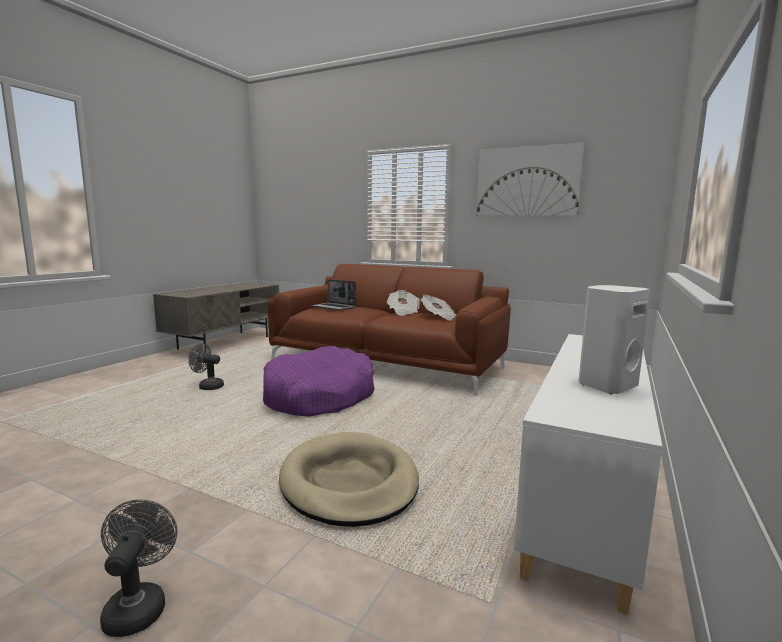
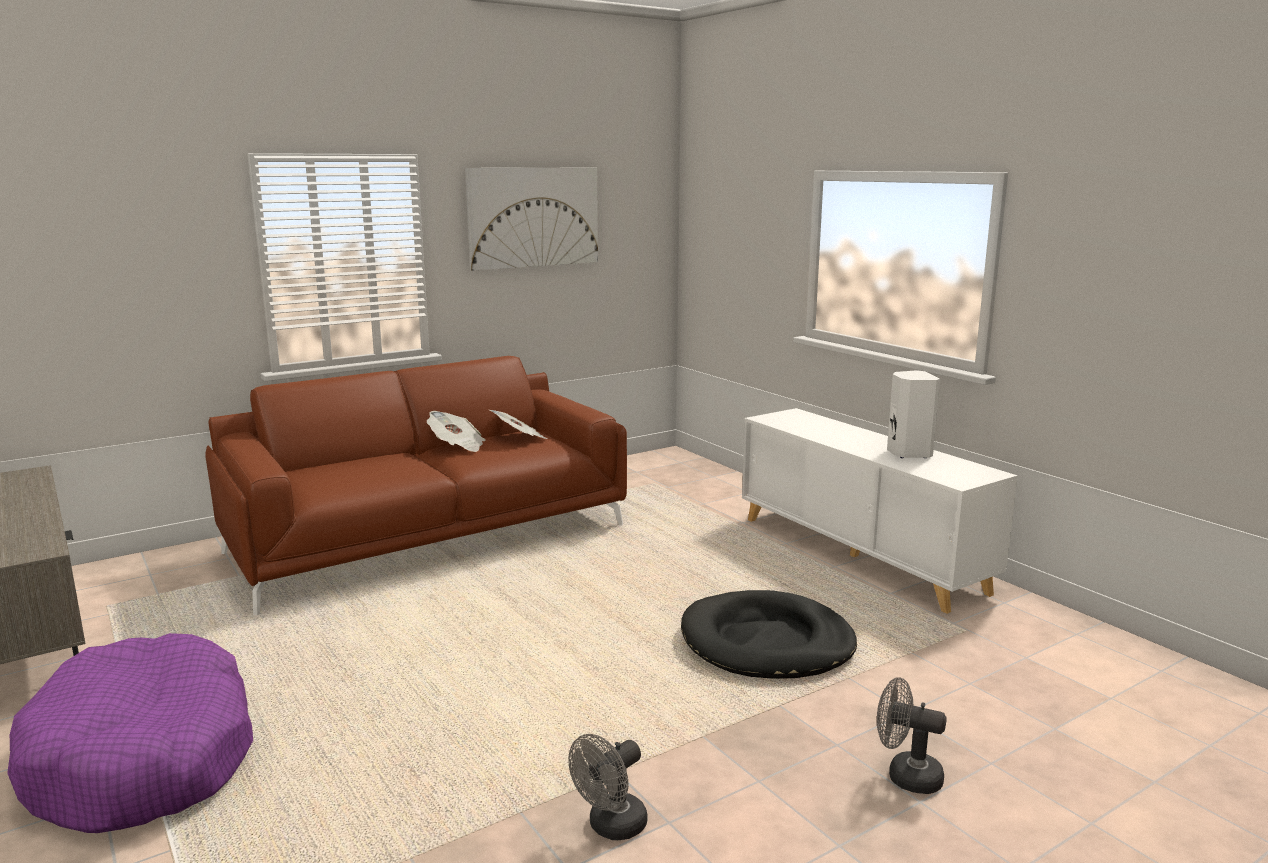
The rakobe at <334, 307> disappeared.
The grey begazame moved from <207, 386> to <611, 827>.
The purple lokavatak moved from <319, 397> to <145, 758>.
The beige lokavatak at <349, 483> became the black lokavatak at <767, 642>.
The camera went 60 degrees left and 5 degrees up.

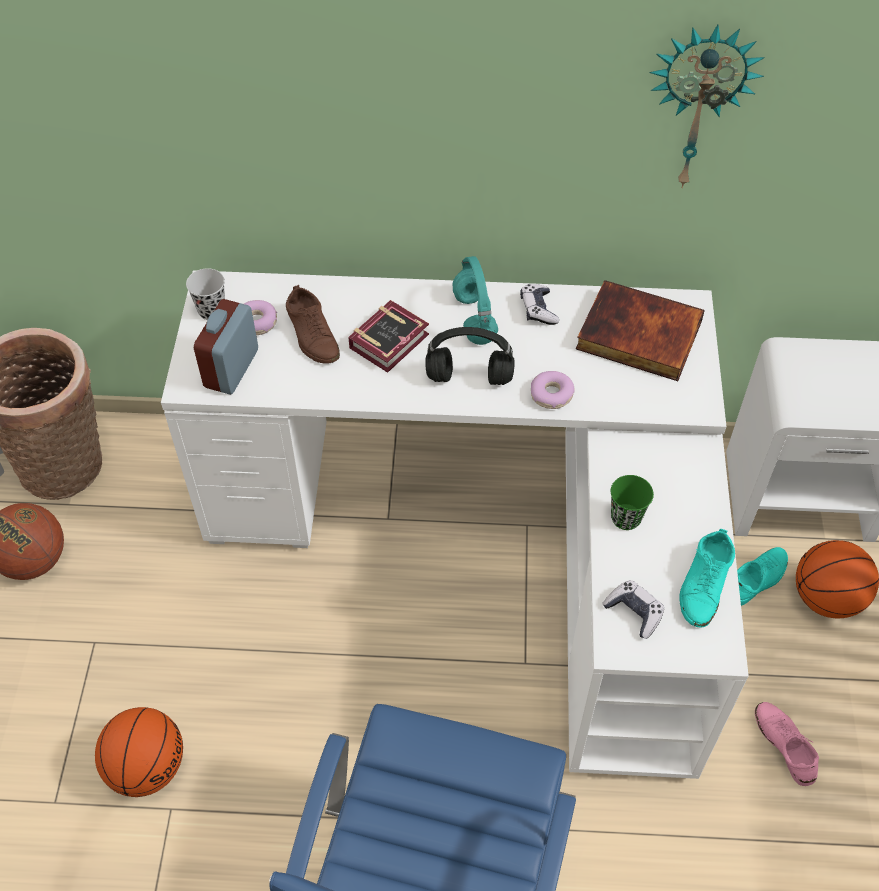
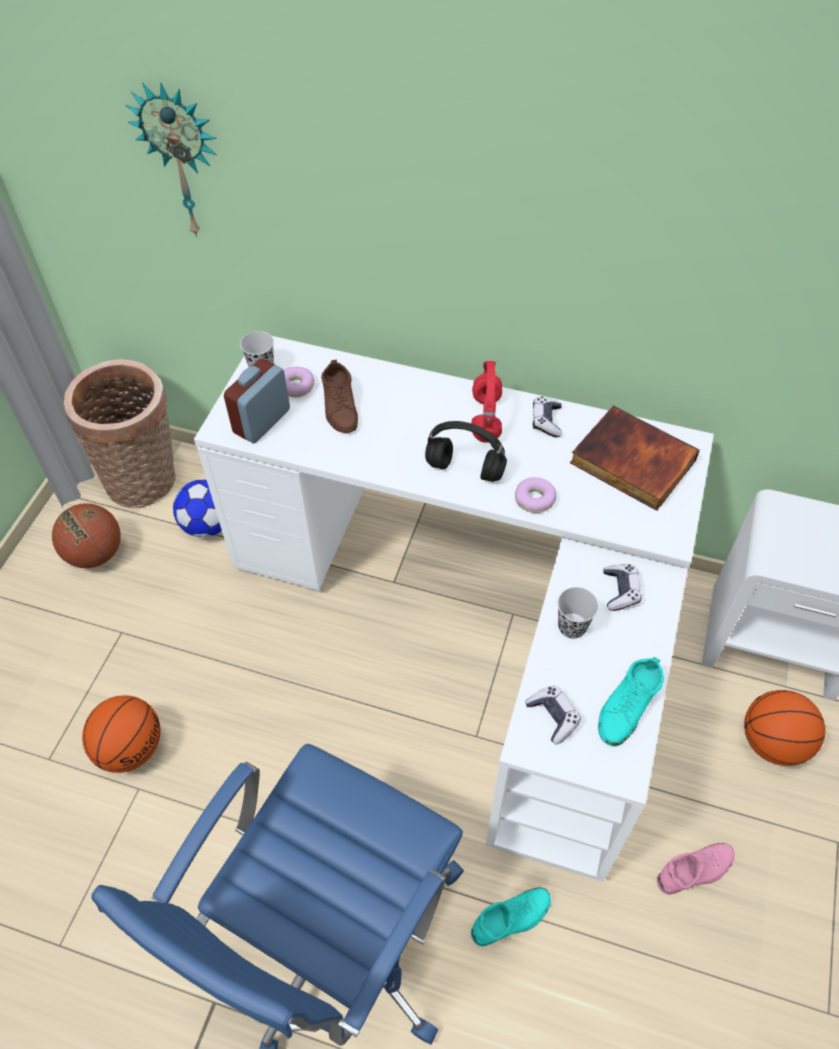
The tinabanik moved from <697, 105> to <183, 161>.
The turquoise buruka at <473, 317> became the red buruka at <485, 417>.
The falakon at <392, 340> disappeared.
The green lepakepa at <626, 518> became the black lepakepa at <572, 627>.
The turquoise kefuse moved from <757, 579> to <511, 918>.
The pink kefuse at <784, 744> turned 75 degrees clockwise.
The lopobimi at <208, 525> appeared.
The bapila at <620, 591> appeared.
The camera went 15 degrees right and 0 degrees up.

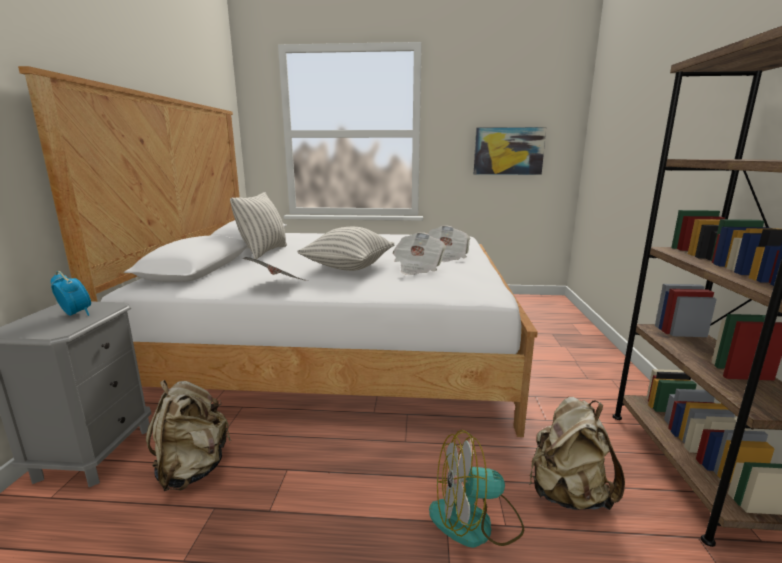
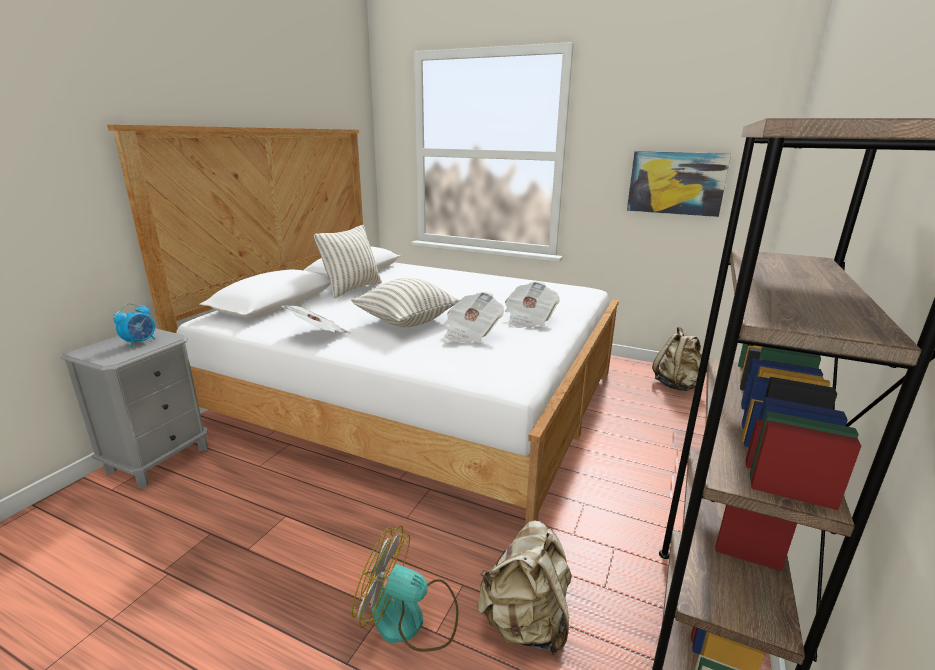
The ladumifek at <75, 314> turned 60 degrees clockwise.
The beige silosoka moved from <193, 469> to <677, 385>.
The camera went 20 degrees right and 5 degrees up.

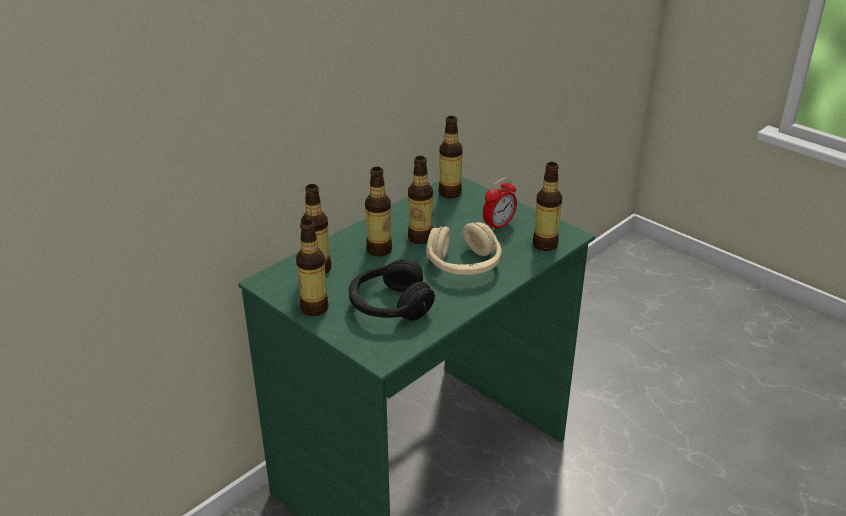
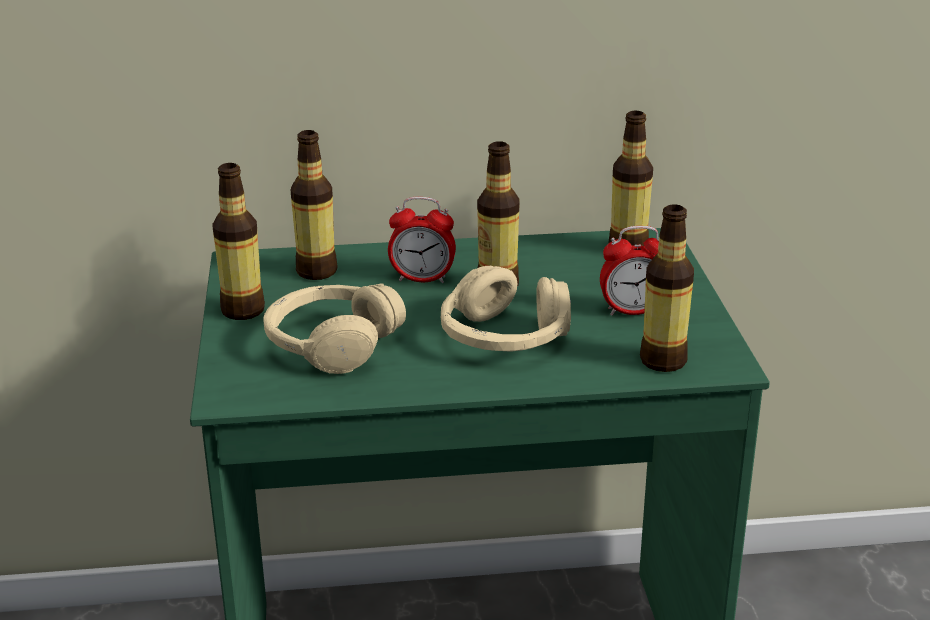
The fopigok at <379, 250> was replaced by the ladumifek at <422, 279>.
The black buruka at <389, 305> became the beige buruka at <331, 344>.
The camera went 40 degrees right and 5 degrees down.

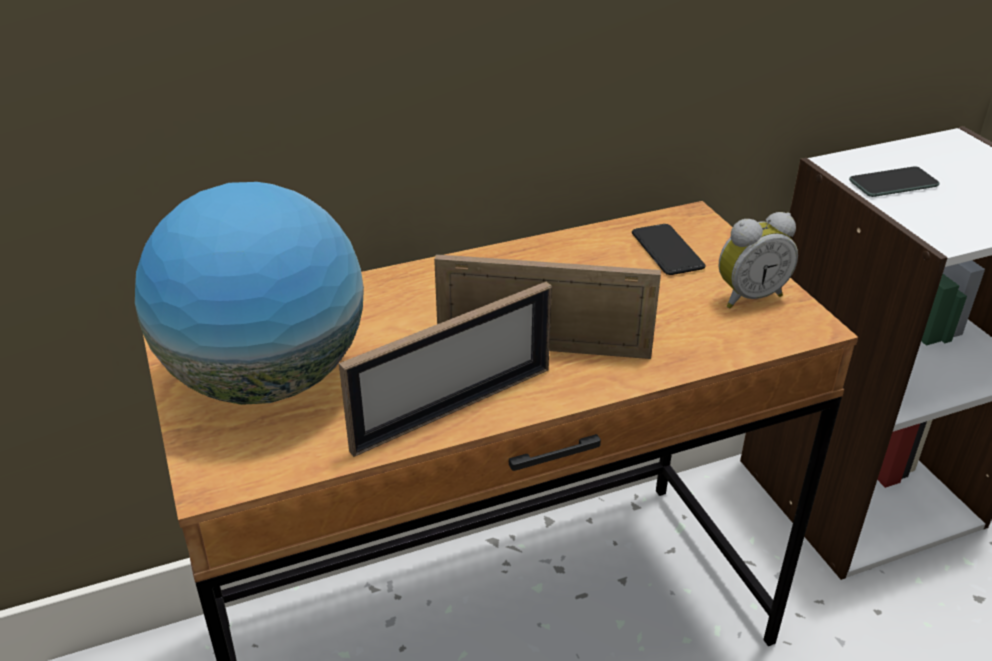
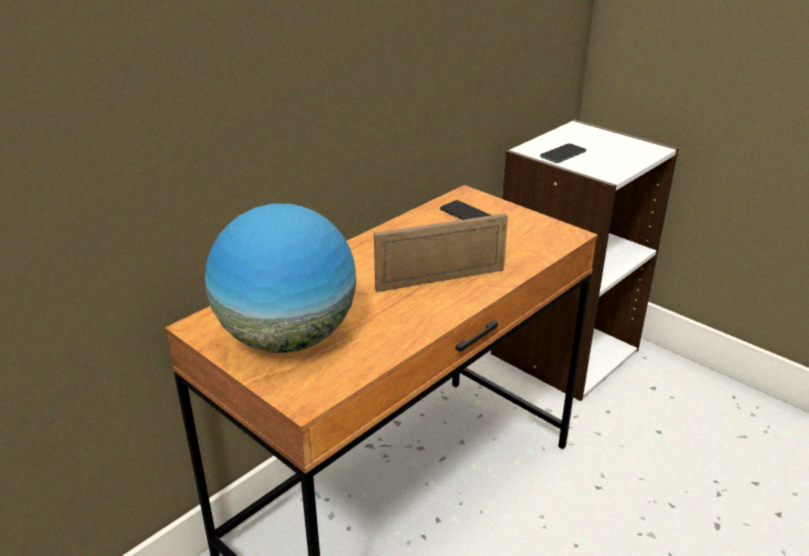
The ladumifek at <748, 296> disappeared.
The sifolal at <453, 408> disappeared.
The camera went 25 degrees left and 5 degrees down.

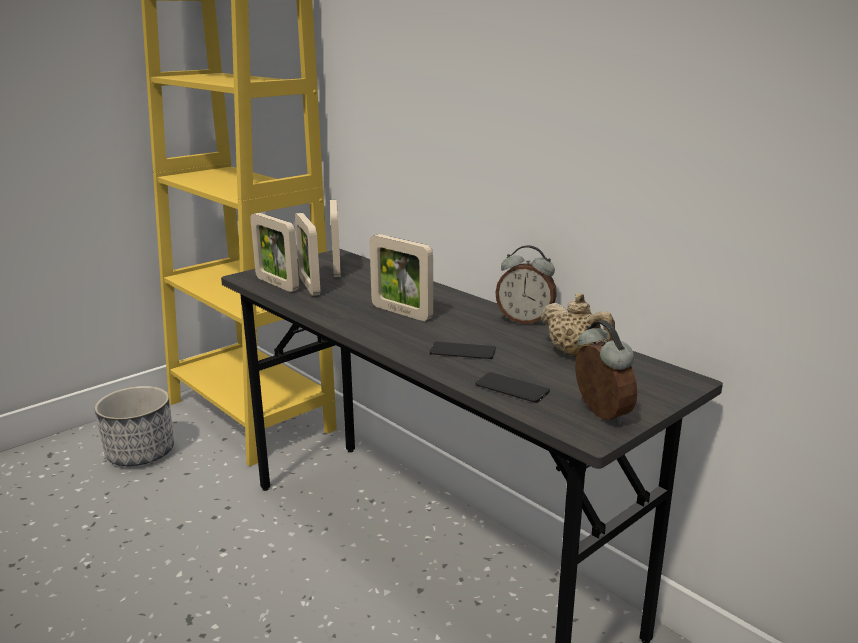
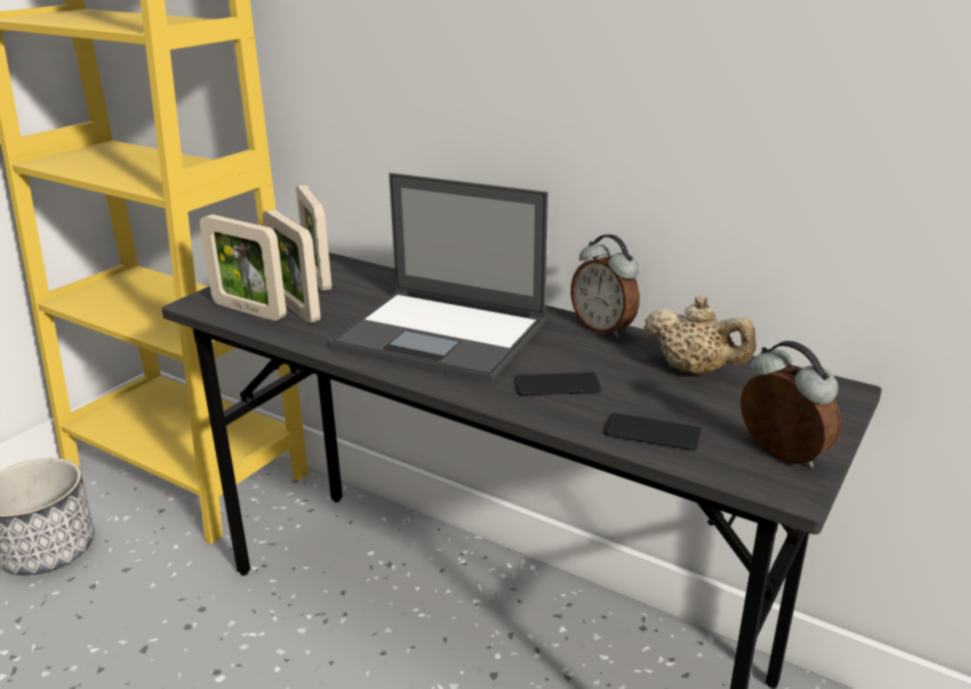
The sifolal at <401, 312> was replaced by the rakobe at <443, 335>.
The ladumifek at <525, 320> turned 45 degrees clockwise.
The camera went 15 degrees left and 5 degrees up.

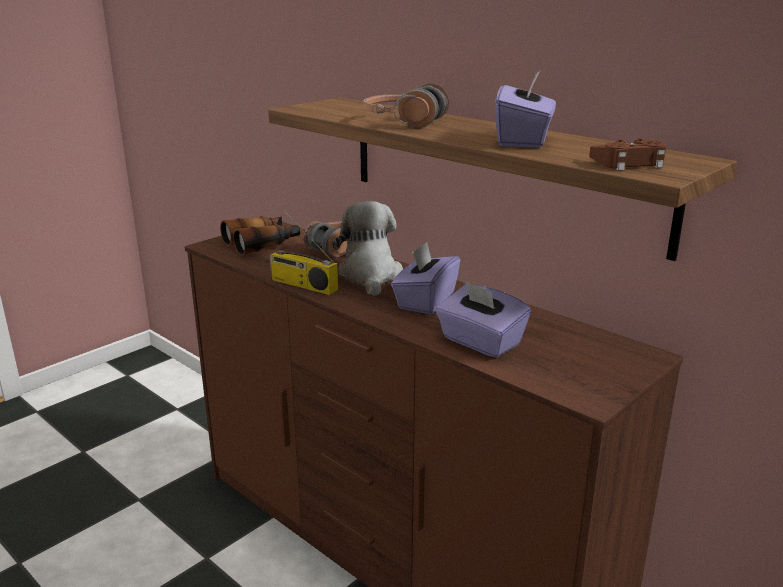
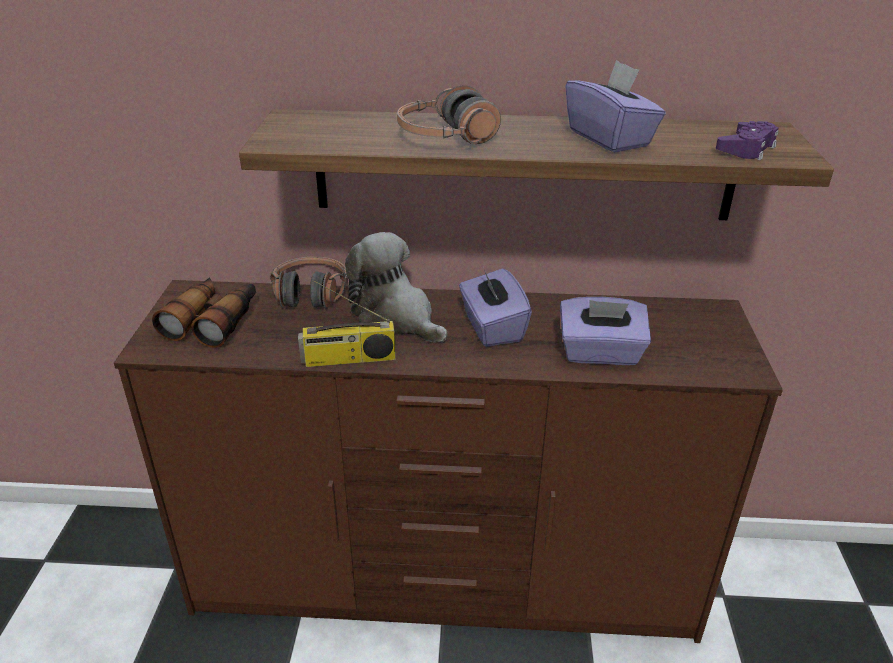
The brown bapila at <629, 163> became the purple bapila at <746, 148>.
The camera went 40 degrees left and 10 degrees up.

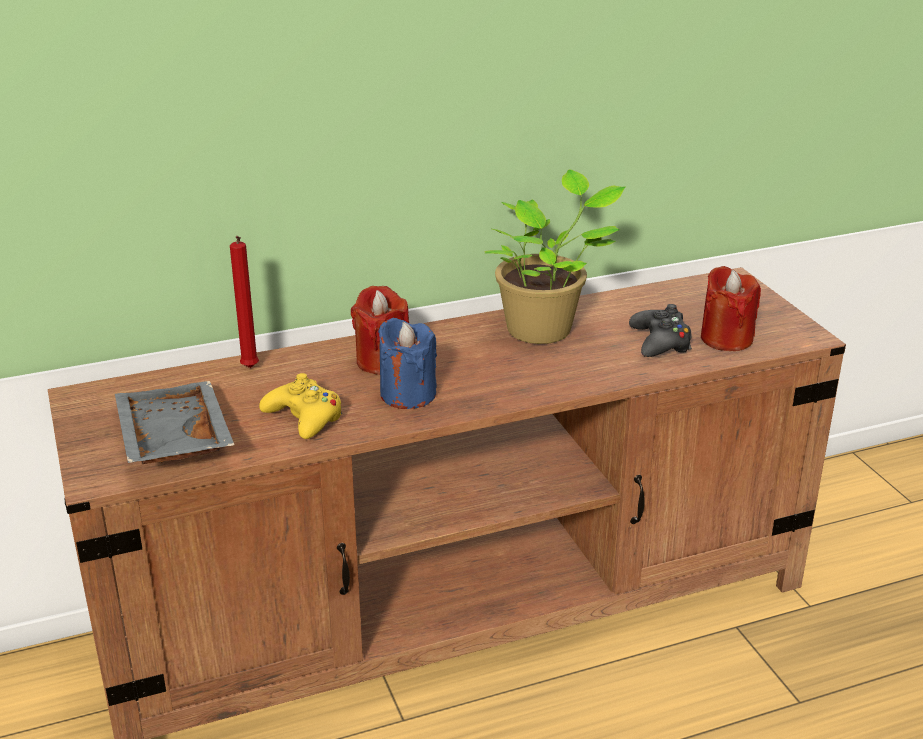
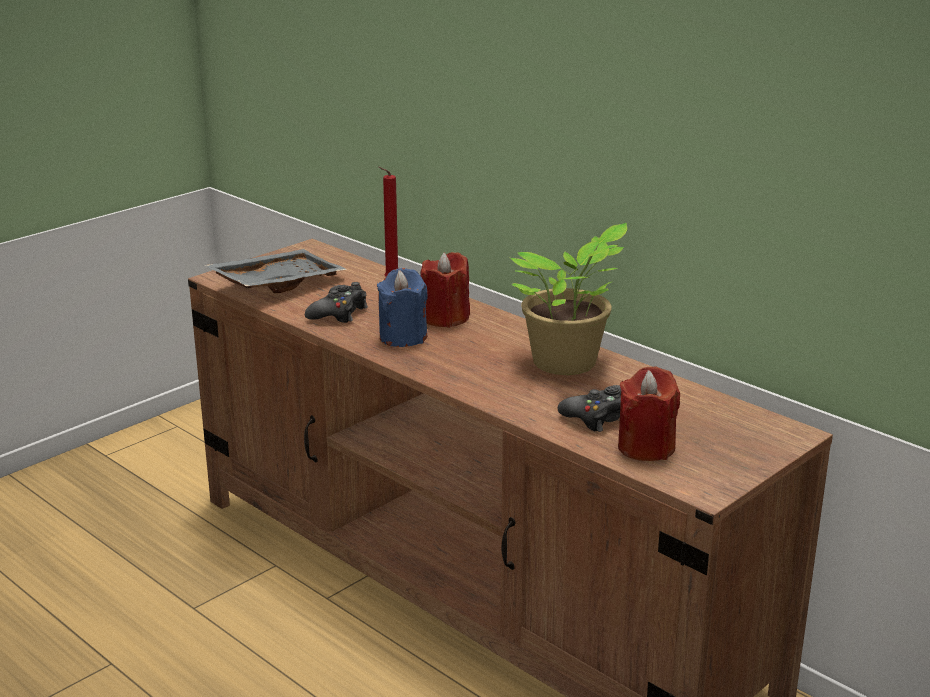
The yellow bapila at <304, 418> became the black bapila at <338, 313>.
The camera went 65 degrees right and 5 degrees down.

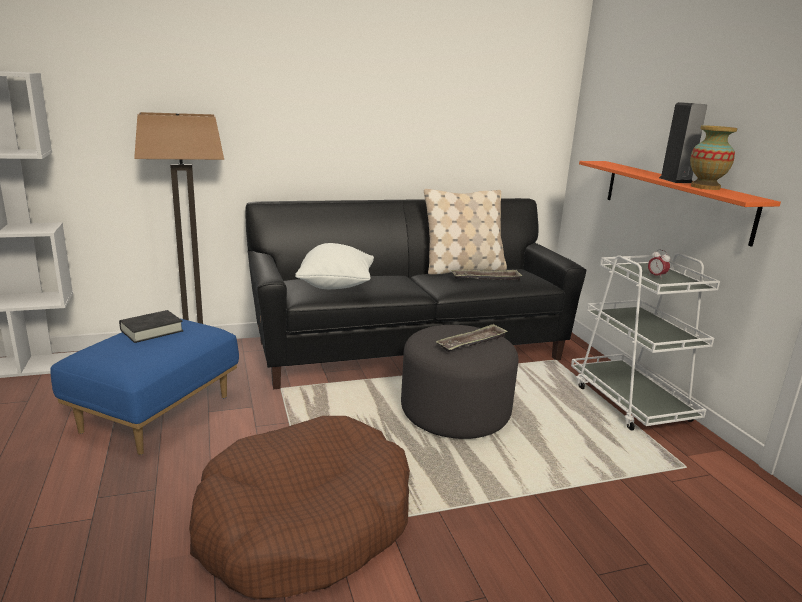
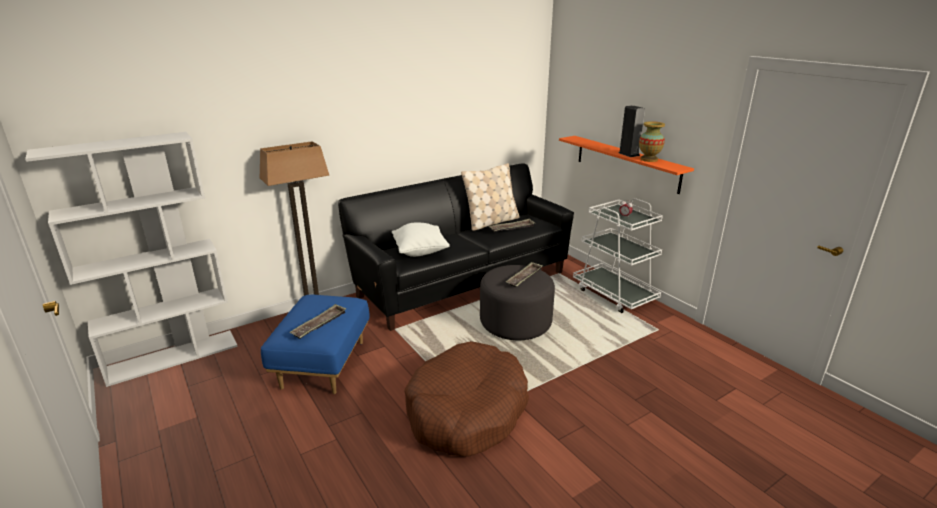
The black falakon at <151, 330> disappeared.
The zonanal at <319, 324> appeared.
The camera went 15 degrees left and 5 degrees up.

